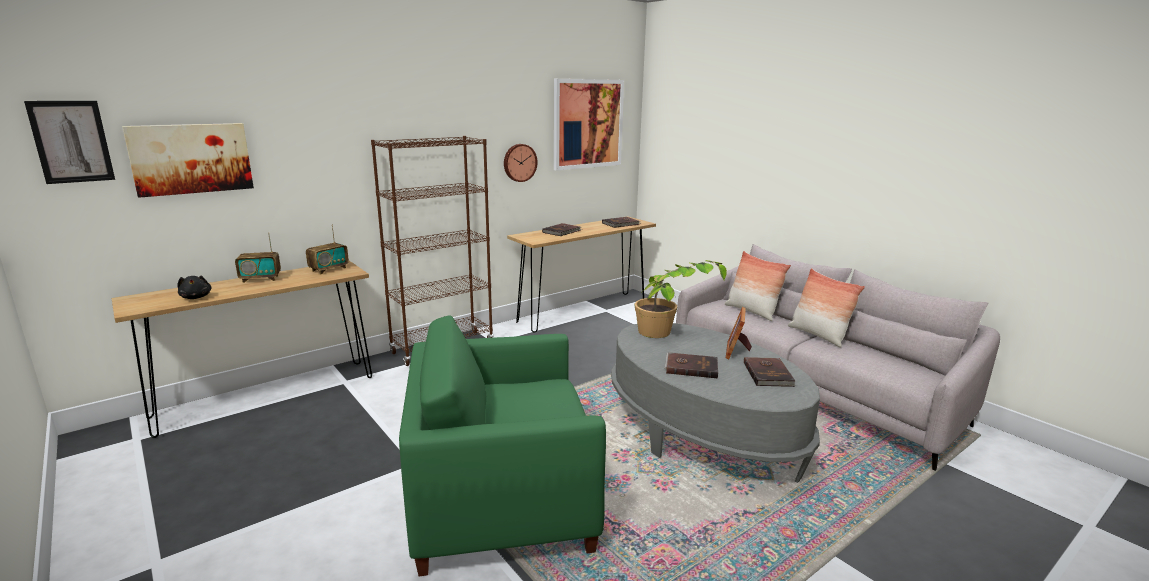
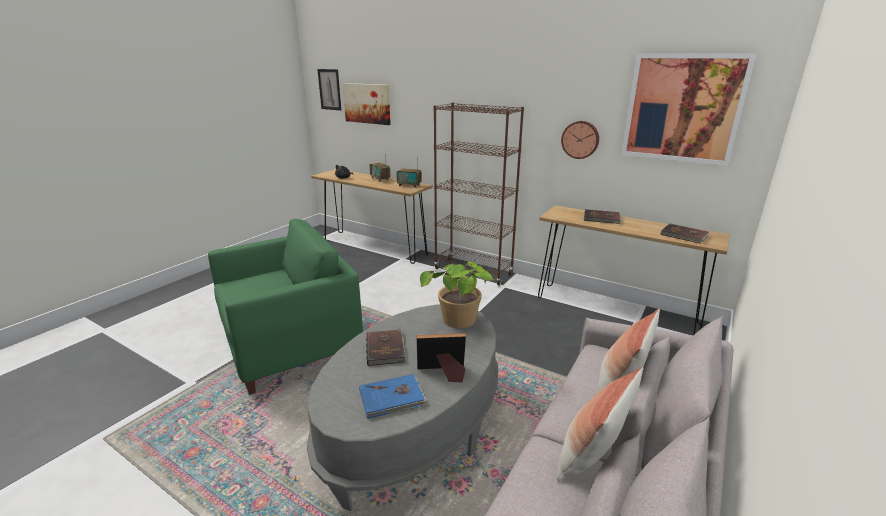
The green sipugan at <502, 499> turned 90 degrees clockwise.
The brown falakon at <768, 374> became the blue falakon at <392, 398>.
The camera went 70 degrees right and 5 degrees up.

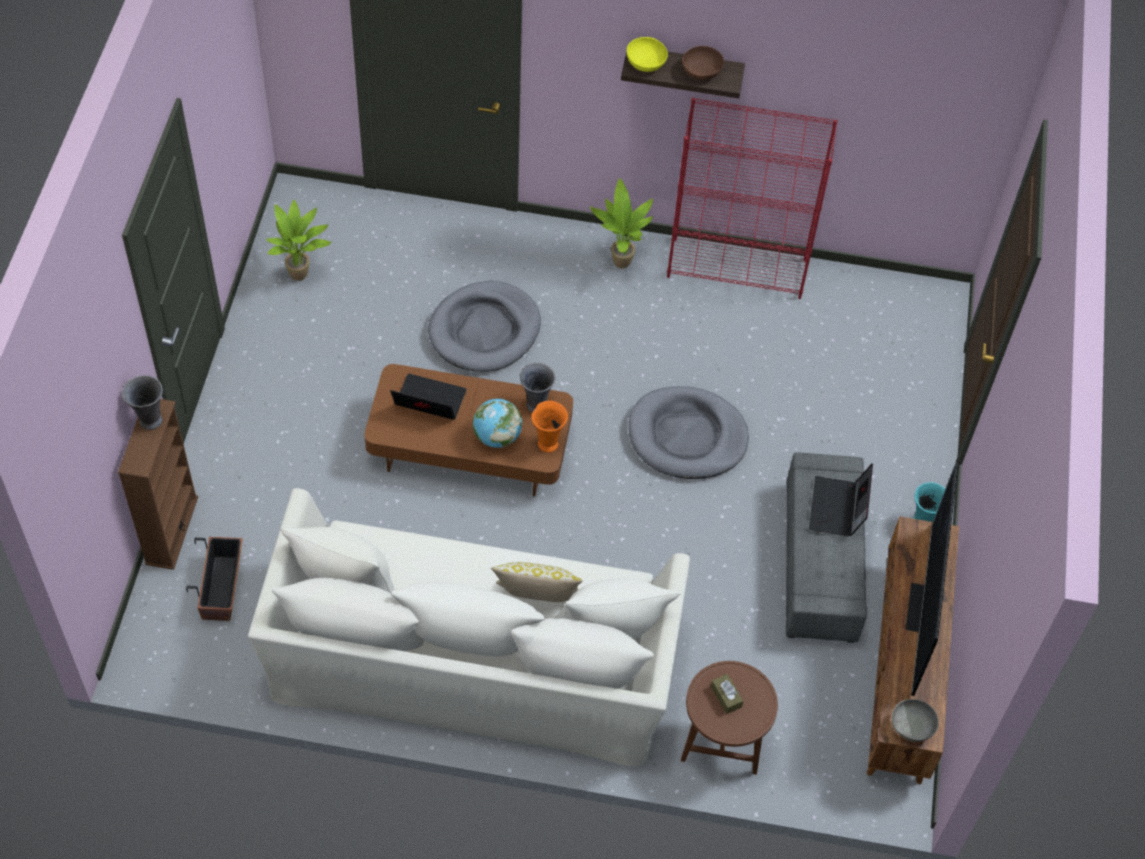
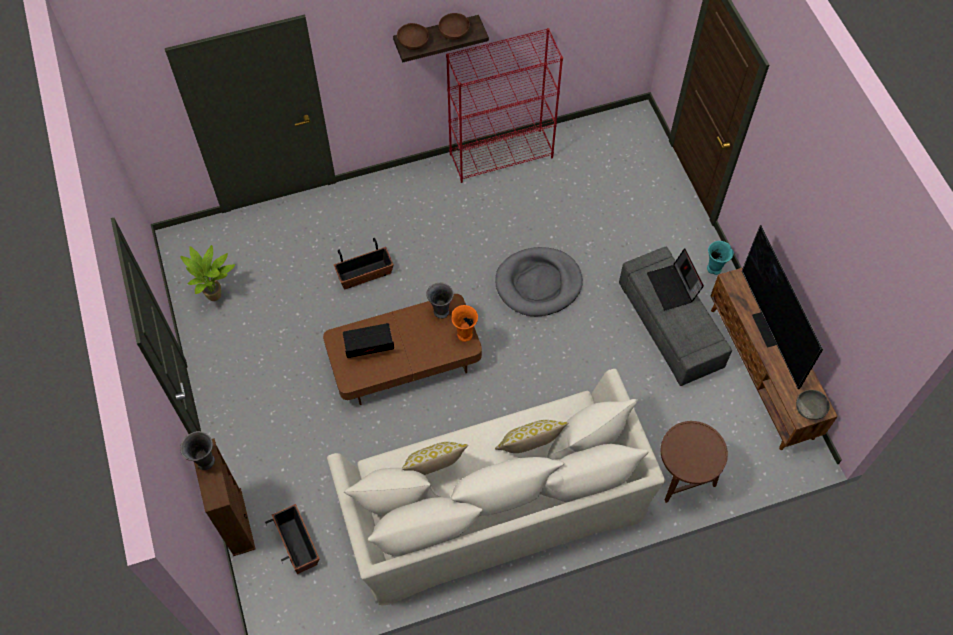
The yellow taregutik at <645, 63> became the brown taregutik at <413, 43>.
The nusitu at <618, 262> disappeared.
The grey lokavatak at <485, 330> was replaced by the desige at <365, 275>.
The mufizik at <497, 437> disappeared.
The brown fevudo at <726, 697> disappeared.
The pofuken at <433, 469> appeared.
The camera went 25 degrees left and 5 degrees up.

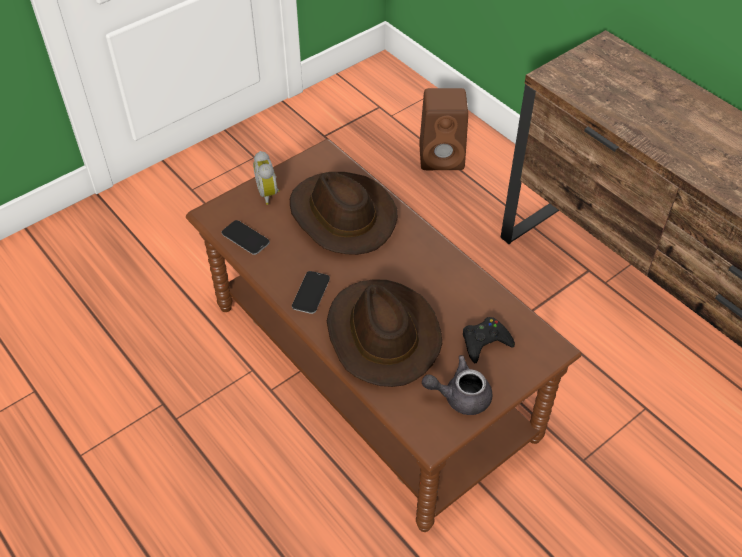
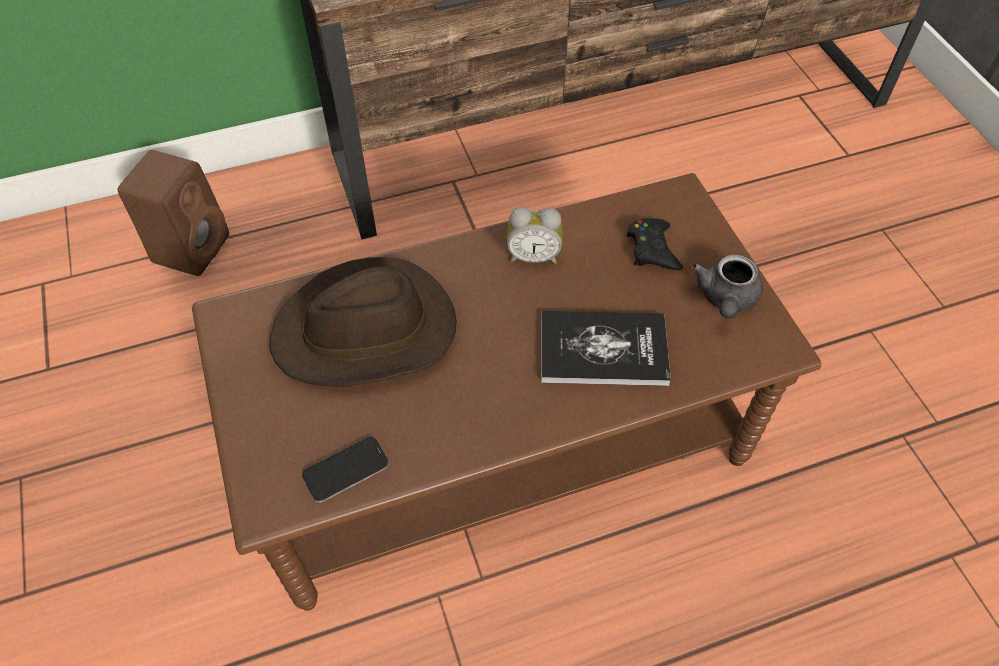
The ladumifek moved from <269, 193> to <533, 256>.
The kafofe at <311, 293> disappeared.
The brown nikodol at <381, 334> was replaced by the falakon at <603, 349>.
The camera went 70 degrees left and 5 degrees up.

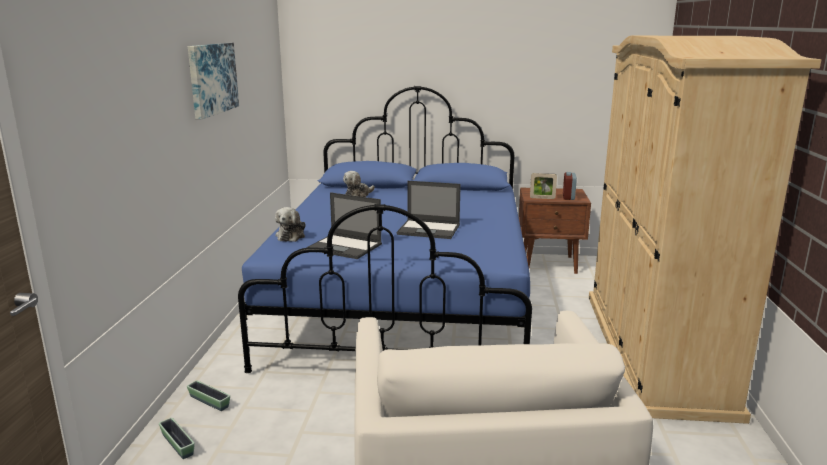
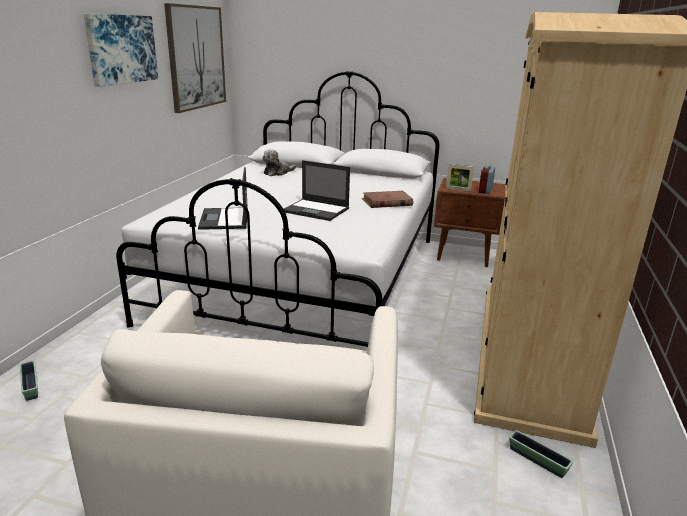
The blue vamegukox at <404, 302> became the white vamegukox at <306, 277>.
The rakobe at <345, 247> turned 45 degrees clockwise.
The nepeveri at <291, 236> disappeared.
The desige moved from <209, 401> to <537, 460>.
The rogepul at <196, 57> appeared.
The brown falakon at <387, 202> appeared.
The camera went 10 degrees right and 5 degrees up.

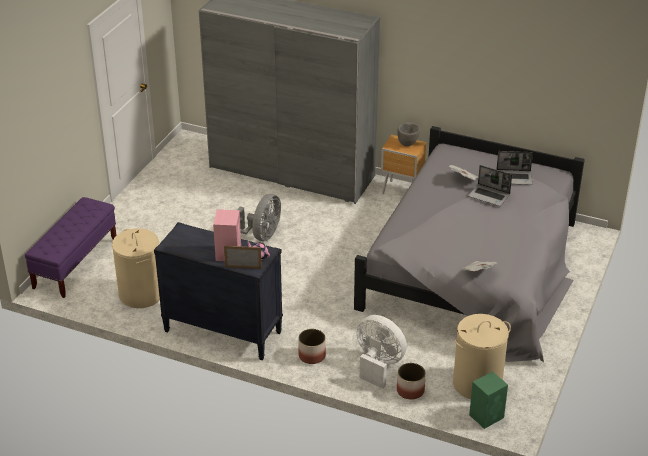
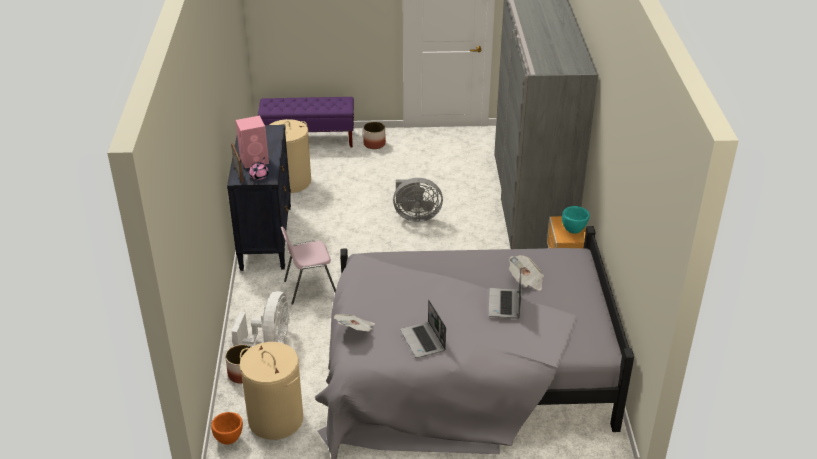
The grey taregutik at <408, 144> became the turquoise taregutik at <573, 230>.
The rakobe moved from <514, 178> to <423, 341>.
The desige moved from <312, 356> to <374, 144>.
The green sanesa at <487, 416> was replaced by the orange taregutik at <229, 439>.
The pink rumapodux at <309, 288> appeared.
The camera went 65 degrees right and 0 degrees up.

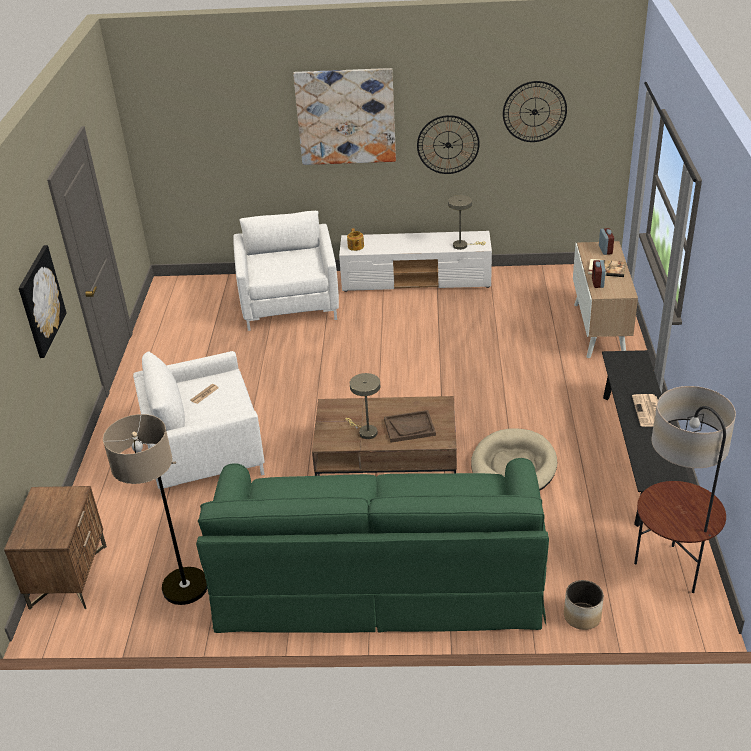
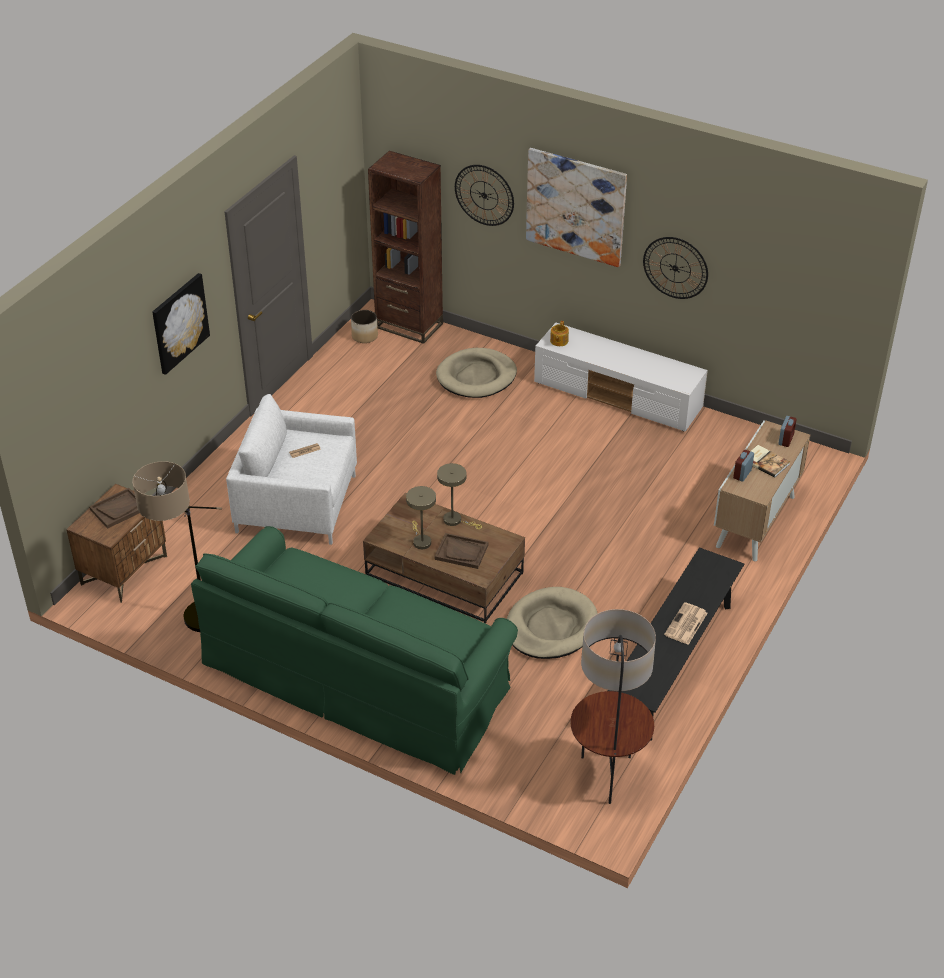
The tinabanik moved from <534, 112> to <484, 195>.
The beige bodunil moved from <463, 245> to <455, 520>.
The white sipugan at <290, 303> was replaced by the beige lokavatak at <476, 376>.
The desige moved from <582, 616> to <364, 336>.
The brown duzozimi at <409, 325> appeared.
The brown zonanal at <118, 509> appeared.
The camera went 25 degrees right and 5 degrees up.

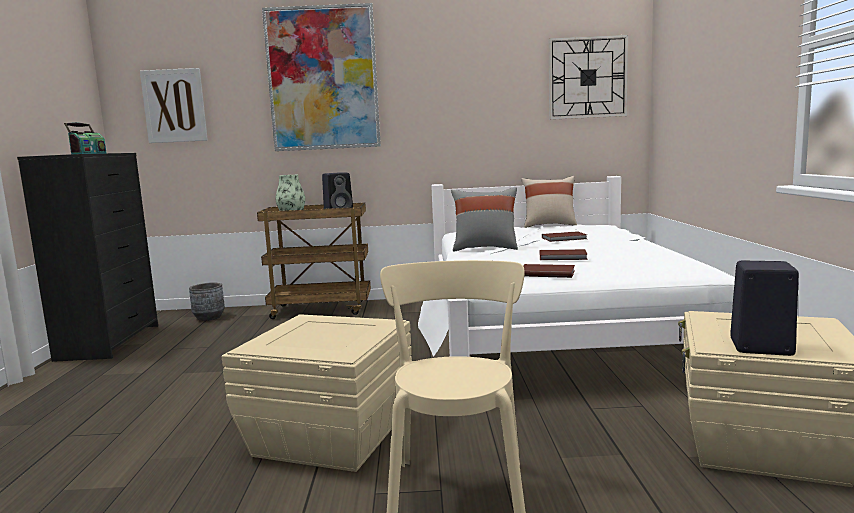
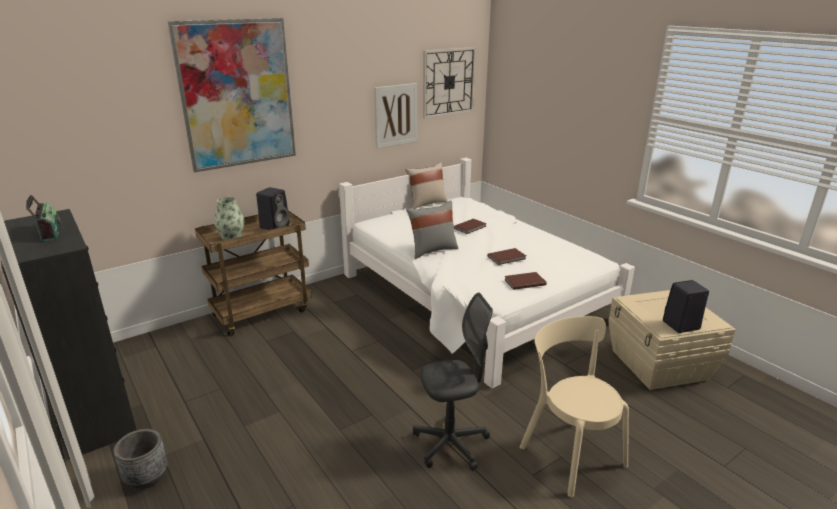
The rogepul moved from <174, 106> to <396, 115>.
The grey desige moved from <209, 317> to <146, 477>.
The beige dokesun at <328, 436> was replaced by the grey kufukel at <450, 444>.
The camera went 35 degrees left and 15 degrees up.

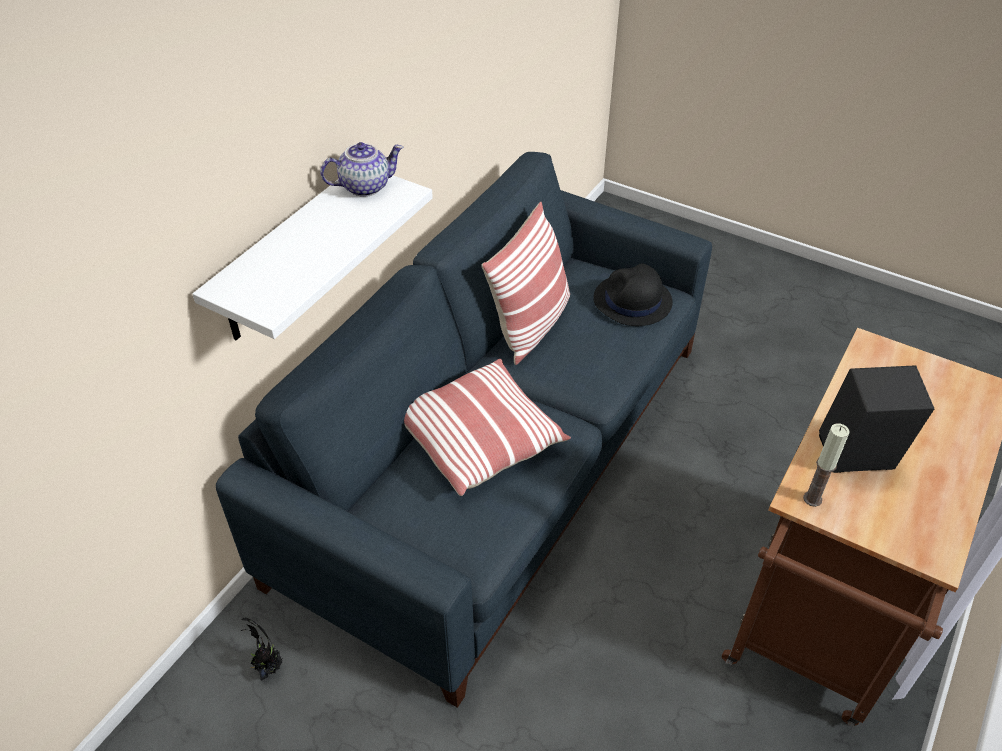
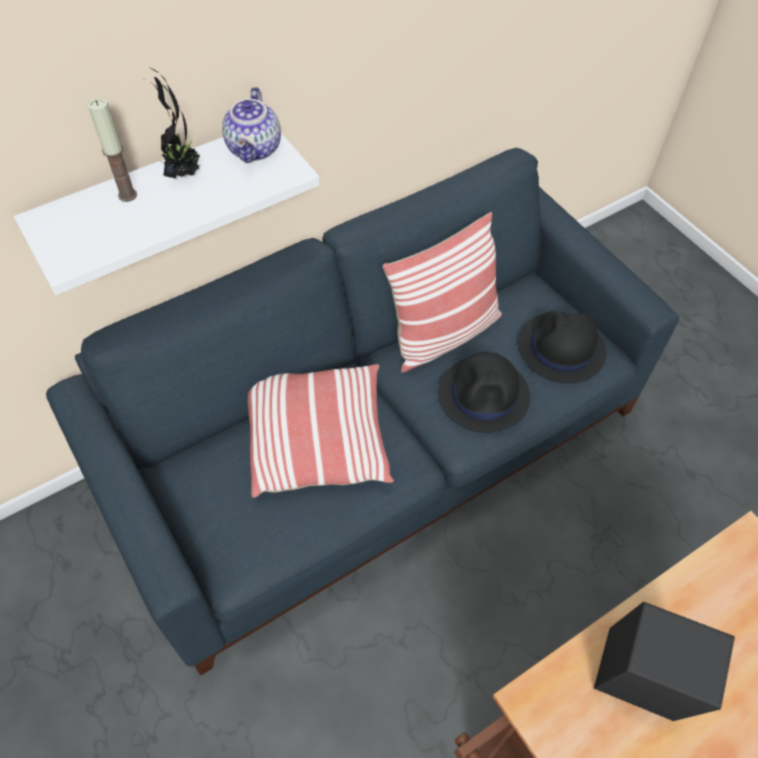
The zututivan at <365, 186> turned 90 degrees clockwise.
The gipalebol moved from <812, 499> to <127, 195>.
The nusitu moved from <267, 667> to <183, 173>.
The black nikodol at <484, 395> appeared.
The camera went 25 degrees right and 10 degrees up.

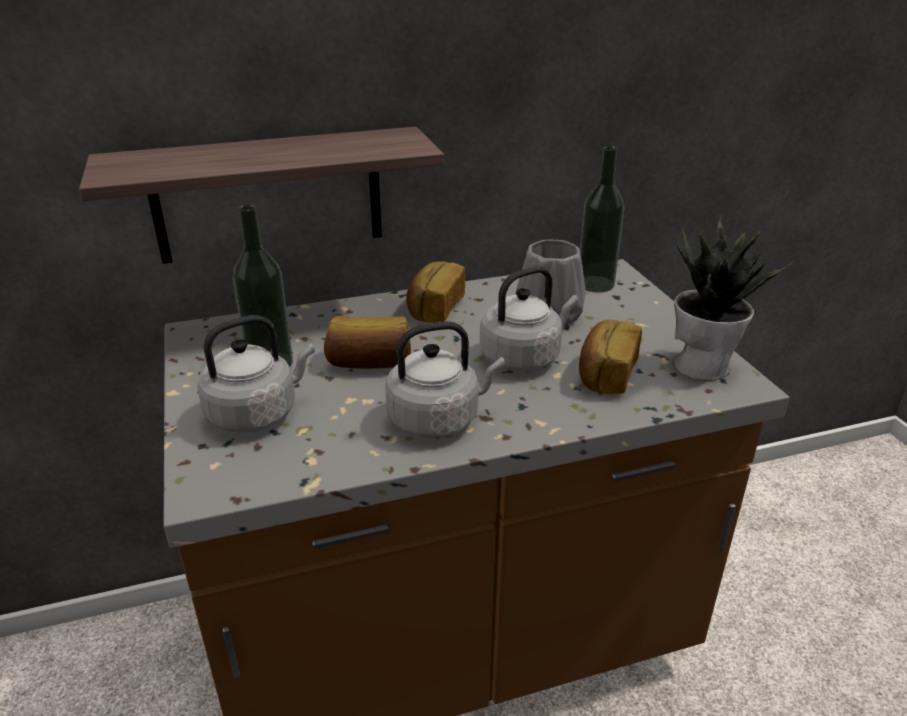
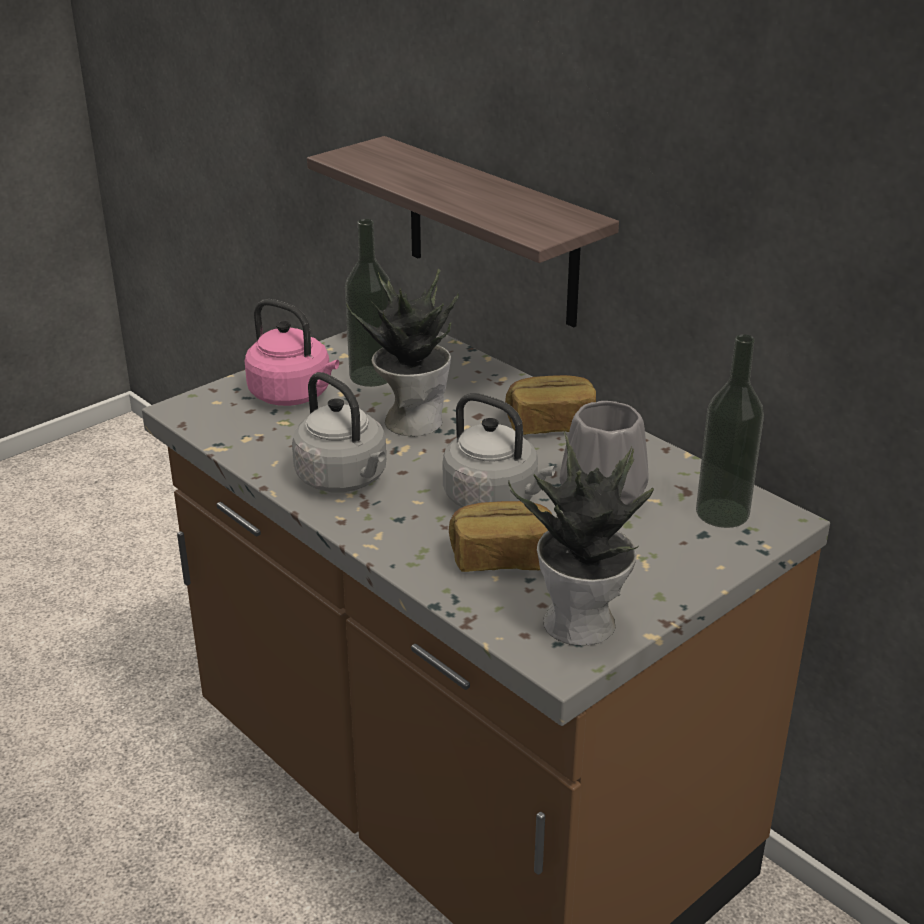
The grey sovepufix at <257, 413> became the pink sovepufix at <294, 395>.
The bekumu at <369, 362> was replaced by the nusitu at <412, 420>.
The camera went 65 degrees right and 0 degrees up.

